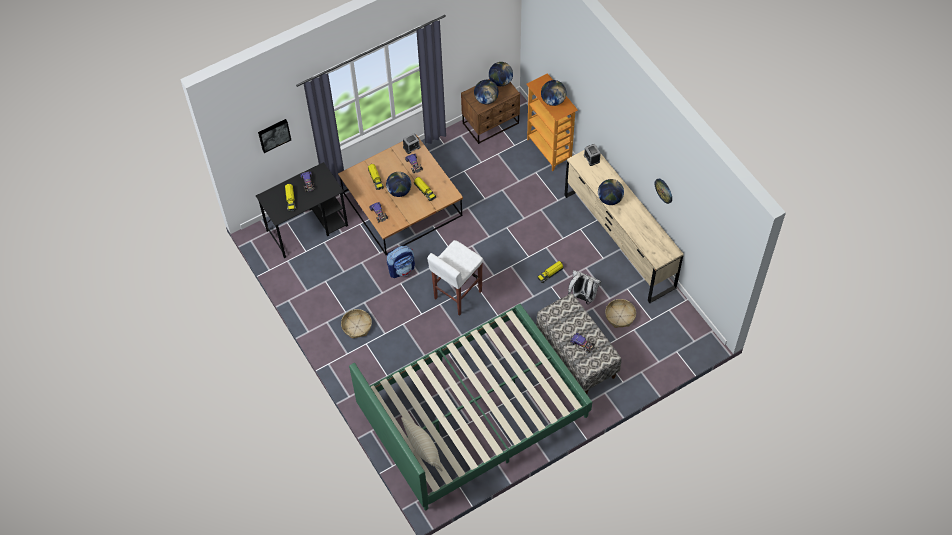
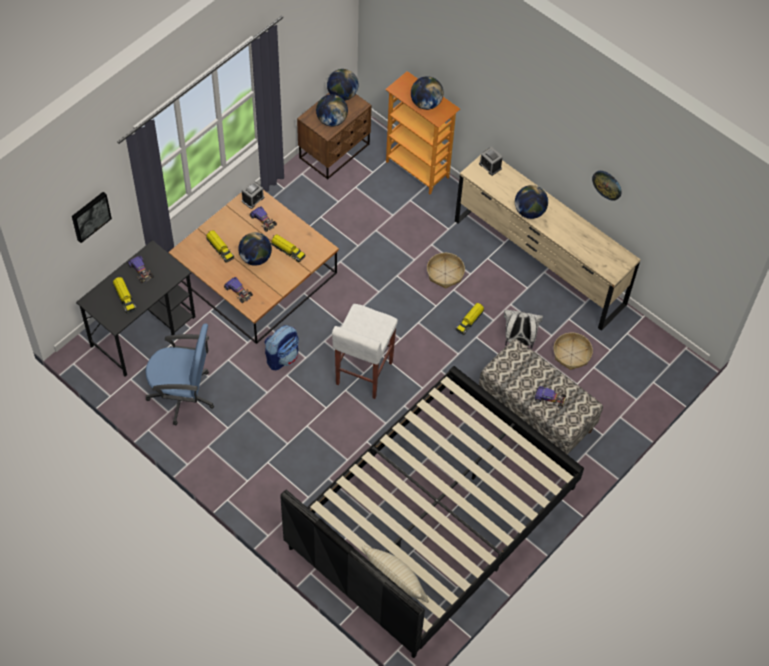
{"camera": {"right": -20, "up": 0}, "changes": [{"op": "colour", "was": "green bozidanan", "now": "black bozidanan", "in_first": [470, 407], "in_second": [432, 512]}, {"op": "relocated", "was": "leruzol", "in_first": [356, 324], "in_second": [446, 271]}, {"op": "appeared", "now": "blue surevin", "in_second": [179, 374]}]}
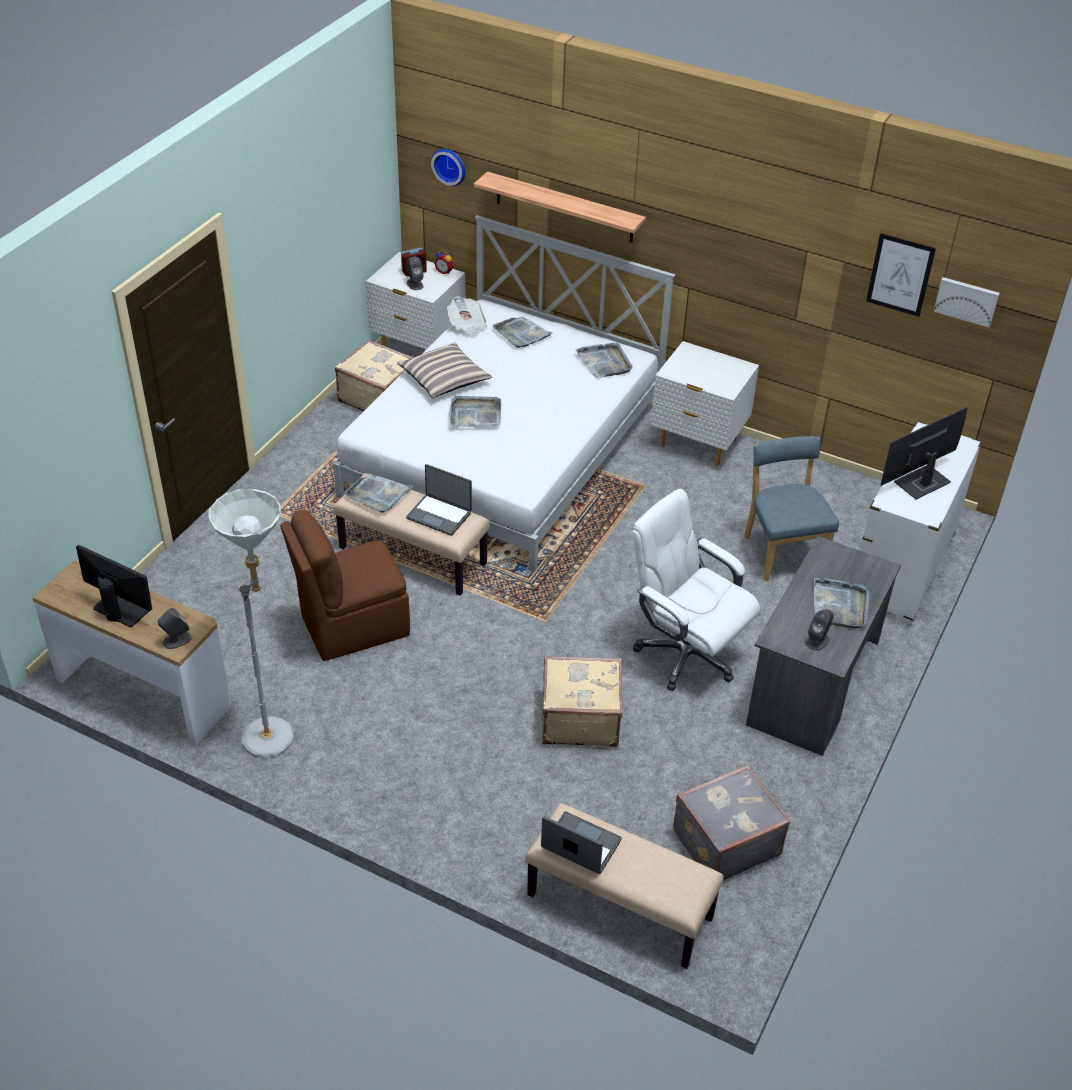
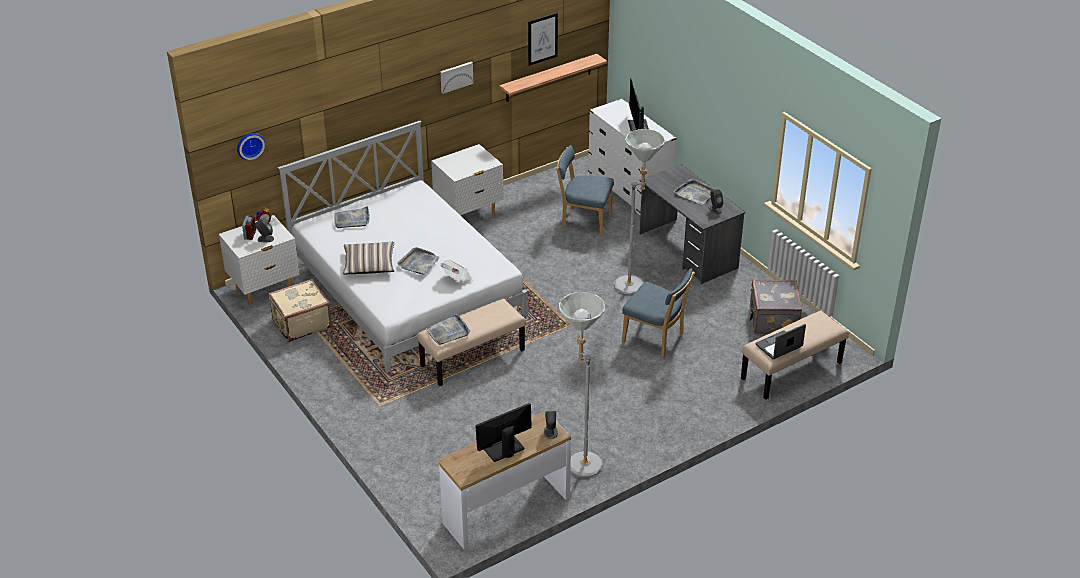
{"camera": {"right": -60, "up": -5}, "changes": [{"op": "relocated", "was": "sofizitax", "in_first": [560, 207], "in_second": [553, 78]}, {"op": "relocated", "was": "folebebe", "in_first": [966, 302], "in_second": [456, 78]}, {"op": "relocated", "was": "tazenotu", "in_first": [467, 317], "in_second": [456, 271]}, {"op": "missing", "was": "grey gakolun", "in_first": [604, 360]}, {"op": "missing", "was": "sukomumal", "in_first": [439, 500]}, {"op": "exchanged", "was": "white surevin", "now": "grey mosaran", "in_first": [696, 590], "in_second": [639, 212]}, {"op": "missing", "was": "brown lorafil", "in_first": [345, 585]}, {"op": "exchanged", "was": "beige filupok", "now": "blue lorafil", "in_first": [582, 701], "in_second": [658, 312]}]}
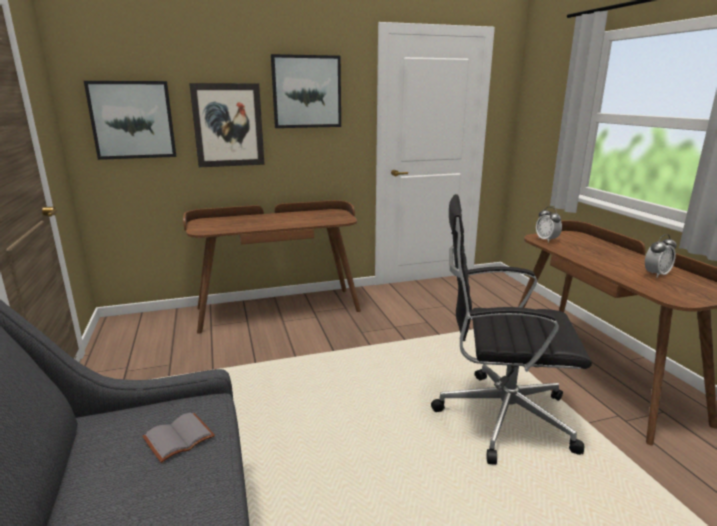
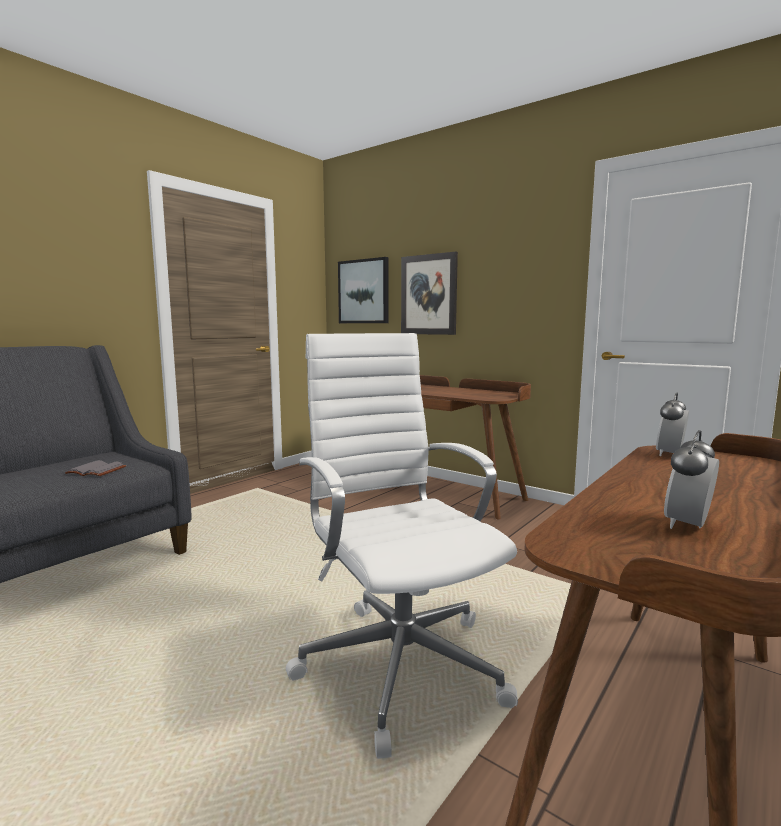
{"camera": {"right": 55, "up": -10}, "changes": [{"op": "missing", "was": "folebebe", "in_first": [306, 91]}, {"op": "colour", "was": "black surevin", "now": "white surevin", "in_first": [511, 329], "in_second": [402, 546]}, {"op": "spun", "was": "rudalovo", "in_first": [661, 256], "in_second": [691, 479], "clockwise": 105}]}
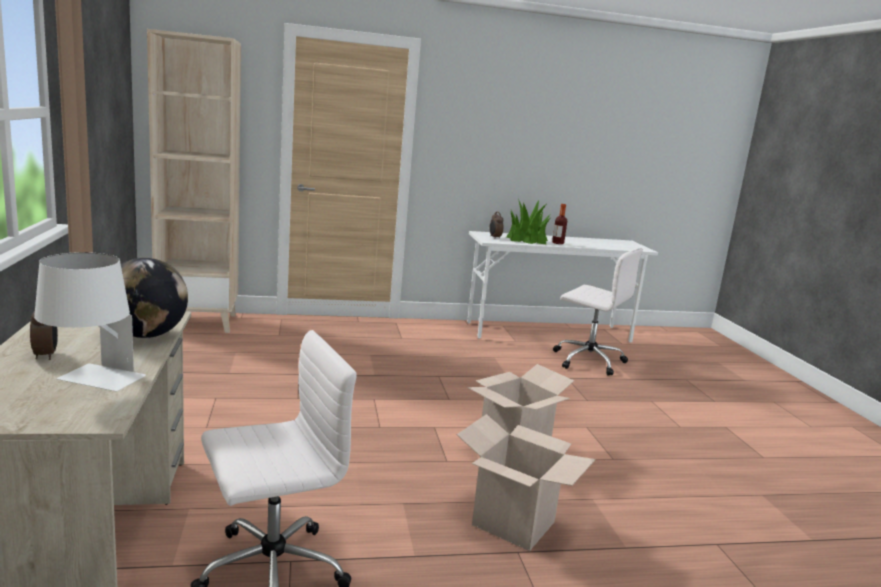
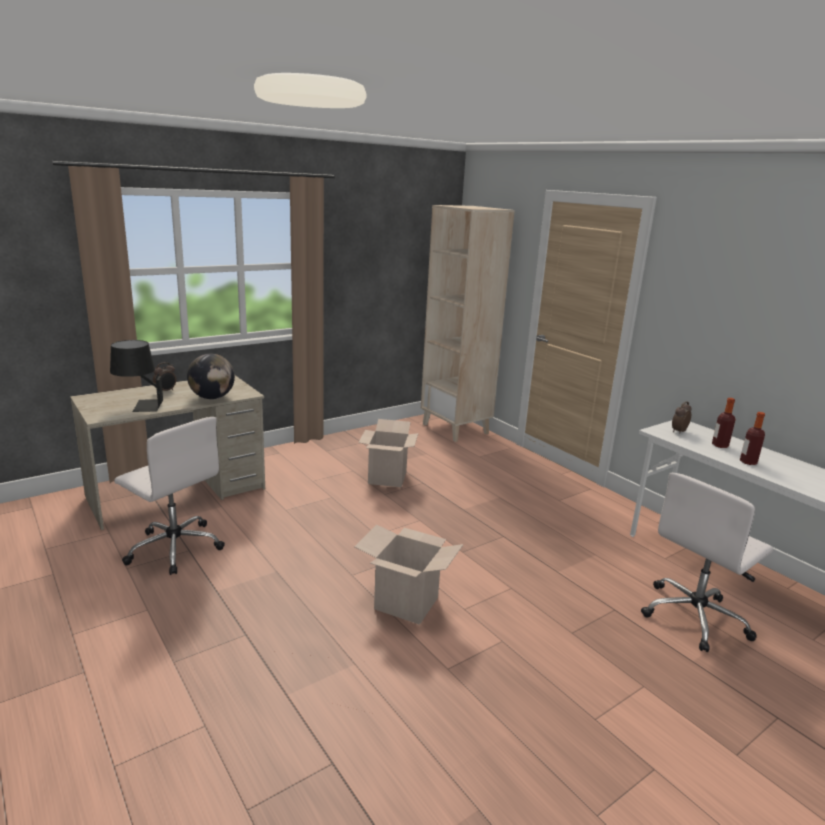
{"camera": {"right": 65, "up": 5}, "changes": [{"op": "exchanged", "was": "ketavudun", "now": "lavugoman", "in_first": [528, 221], "in_second": [723, 423]}, {"op": "spun", "was": "white surevin", "in_first": [598, 312], "in_second": [707, 562], "clockwise": 45}, {"op": "colour", "was": "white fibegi", "now": "black fibegi", "in_first": [90, 321], "in_second": [136, 376]}, {"op": "relocated", "was": "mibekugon", "in_first": [526, 482], "in_second": [388, 453]}]}
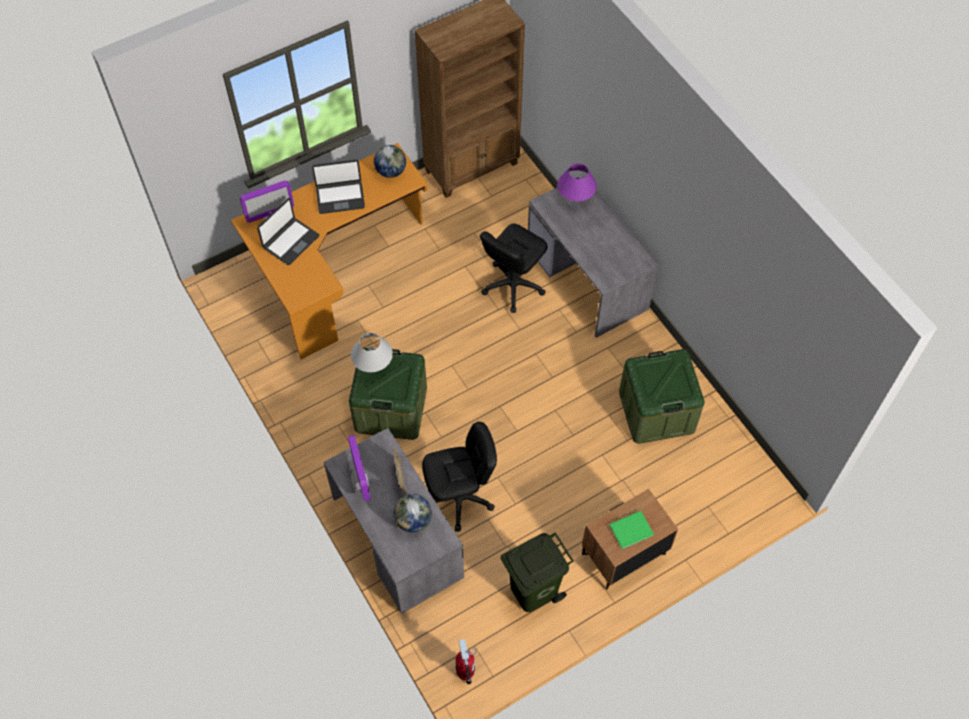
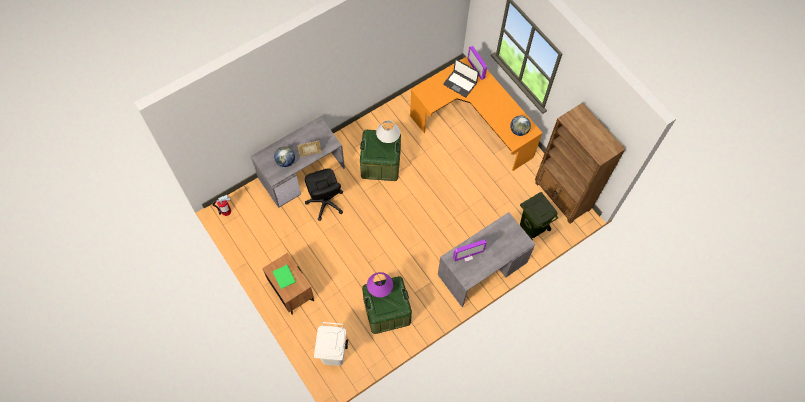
{"camera": {"right": 85, "up": 5}, "changes": [{"op": "missing", "was": "sukomumal", "in_first": [338, 187]}, {"op": "relocated", "was": "purple fibegi", "in_first": [577, 182], "in_second": [380, 284]}, {"op": "missing", "was": "black surevin", "in_first": [514, 268]}, {"op": "relocated", "was": "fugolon", "in_first": [359, 468], "in_second": [470, 250]}, {"op": "relocated", "was": "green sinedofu", "in_first": [537, 572], "in_second": [539, 216]}, {"op": "appeared", "now": "white sinedofu", "in_second": [331, 344]}]}
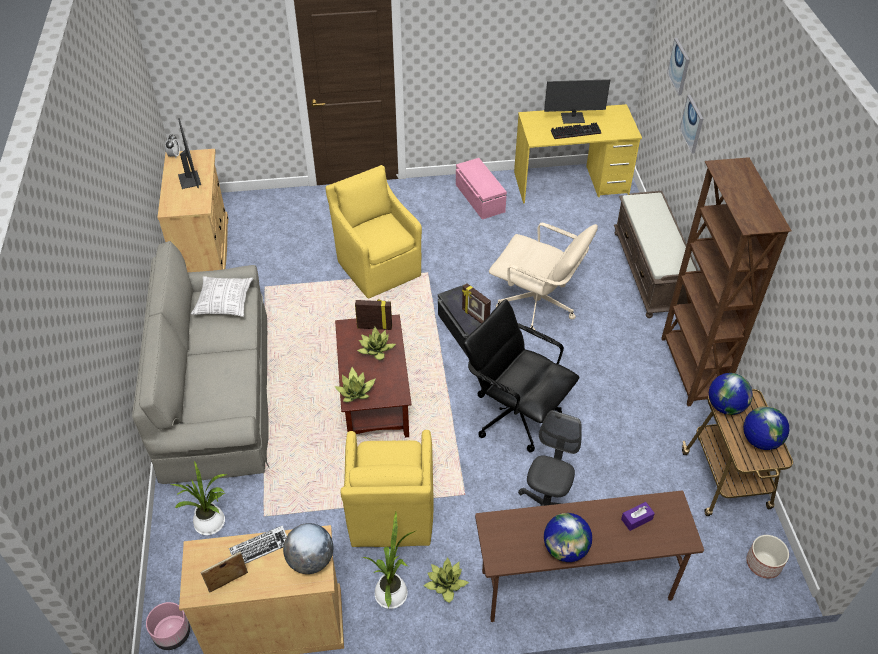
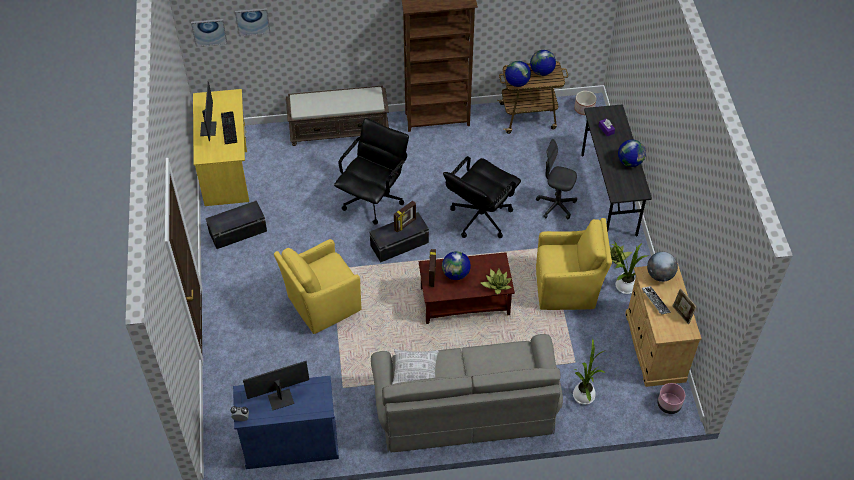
{"camera": {"right": -90, "up": 5}, "changes": [{"op": "relocated", "was": "folebebe", "in_first": [691, 124], "in_second": [209, 33]}, {"op": "colour", "was": "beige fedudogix", "now": "blue fedudogix", "in_first": [192, 210], "in_second": [286, 422]}, {"op": "colour", "was": "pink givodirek", "now": "black givodirek", "in_first": [481, 188], "in_second": [236, 225]}, {"op": "colour", "was": "beige surevin", "now": "black surevin", "in_first": [543, 276], "in_second": [371, 171]}, {"op": "exchanged", "was": "ketavudun", "now": "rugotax", "in_first": [376, 343], "in_second": [456, 265]}, {"op": "colour", "was": "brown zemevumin", "now": "grey zemevumin", "in_first": [589, 556], "in_second": [616, 170]}]}
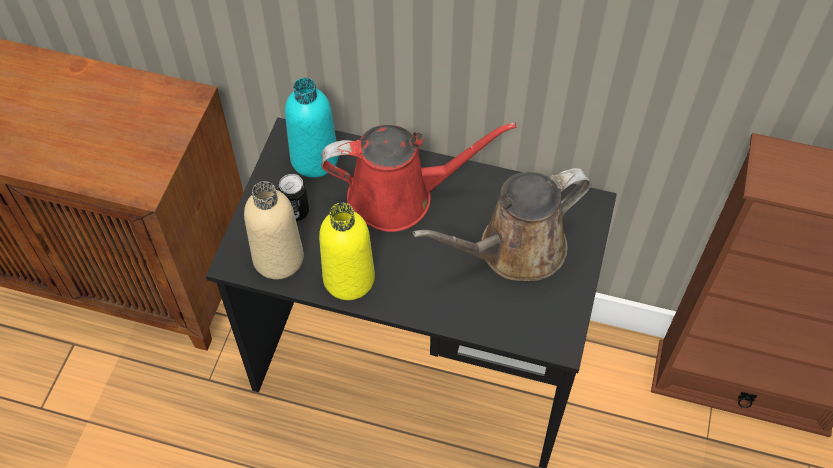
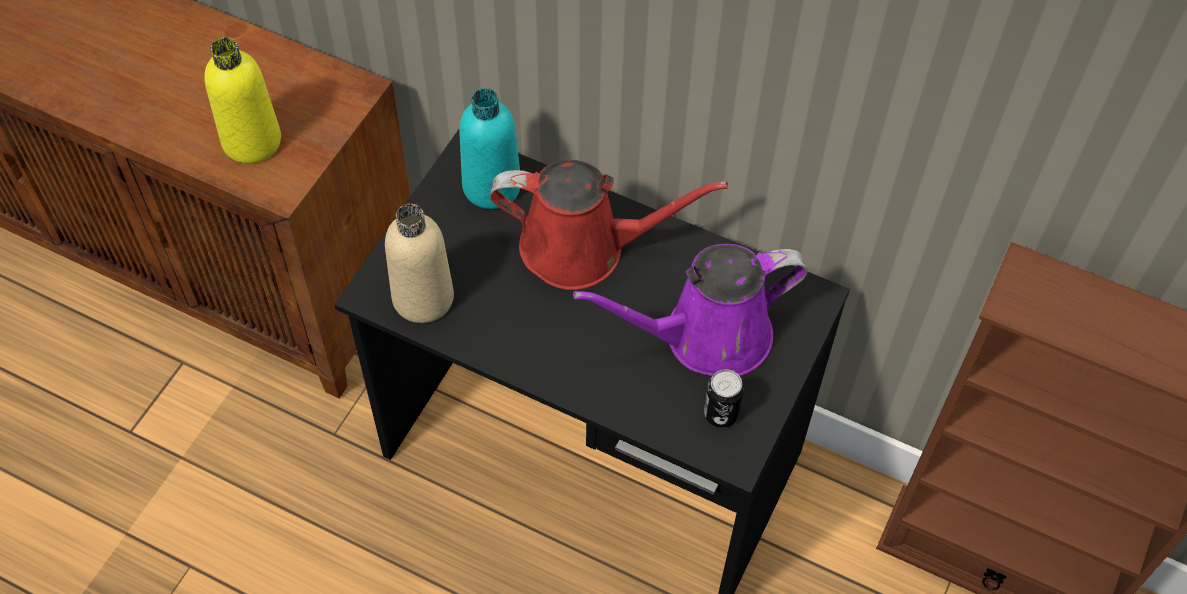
{"camera": {"right": 10, "up": 0}, "changes": [{"op": "colour", "was": "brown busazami", "now": "purple busazami", "in_first": [502, 224], "in_second": [690, 310]}, {"op": "relocated", "was": "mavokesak", "in_first": [293, 197], "in_second": [724, 398]}, {"op": "relocated", "was": "yellow lavugoman", "in_first": [347, 251], "in_second": [242, 100]}]}
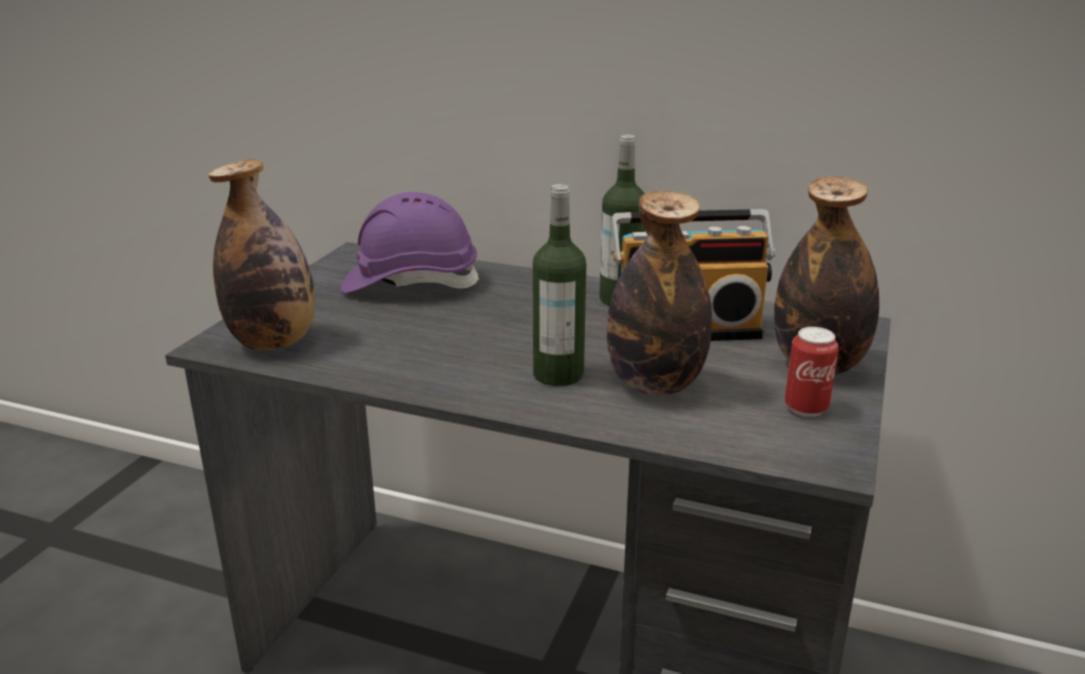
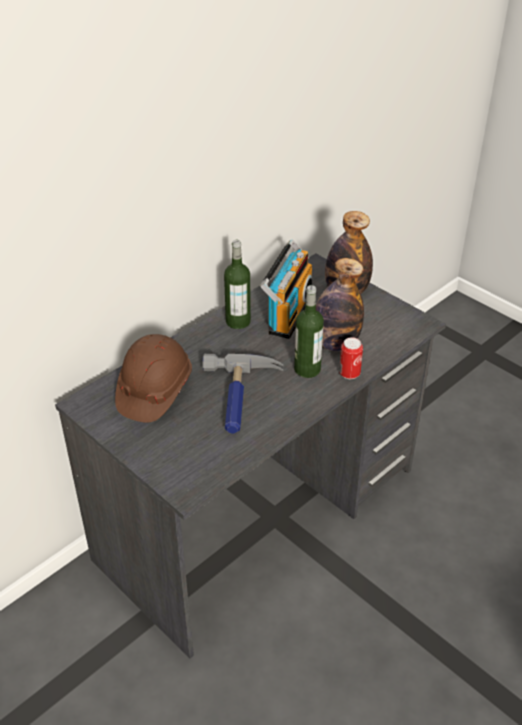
{"camera": {"right": -65, "up": 15}, "changes": [{"op": "missing", "was": "lavugoman", "in_first": [261, 254]}, {"op": "colour", "was": "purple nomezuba", "now": "brown nomezuba", "in_first": [410, 242], "in_second": [153, 378]}, {"op": "relocated", "was": "mavokesak", "in_first": [812, 372], "in_second": [351, 358]}, {"op": "appeared", "now": "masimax", "in_second": [242, 394]}]}
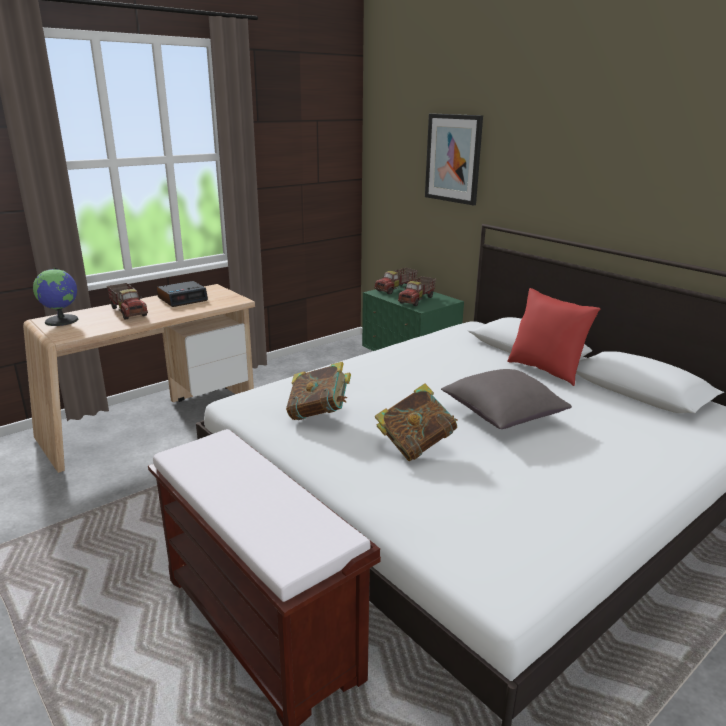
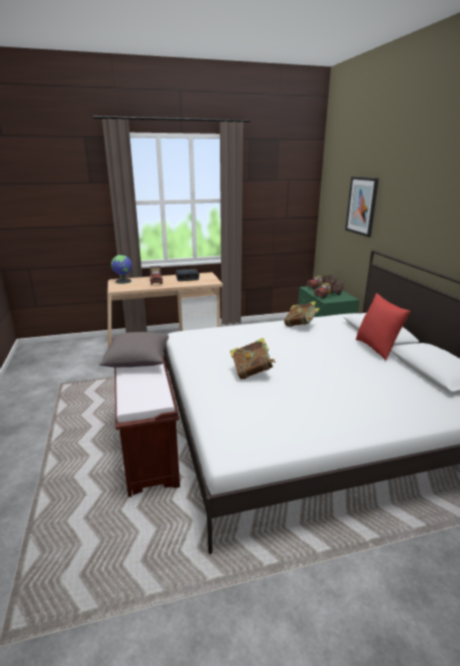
{"camera": {"right": 25, "up": 0}, "changes": [{"op": "relocated", "was": "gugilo", "in_first": [318, 391], "in_second": [302, 314]}, {"op": "relocated", "was": "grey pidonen", "in_first": [506, 399], "in_second": [134, 350]}]}
